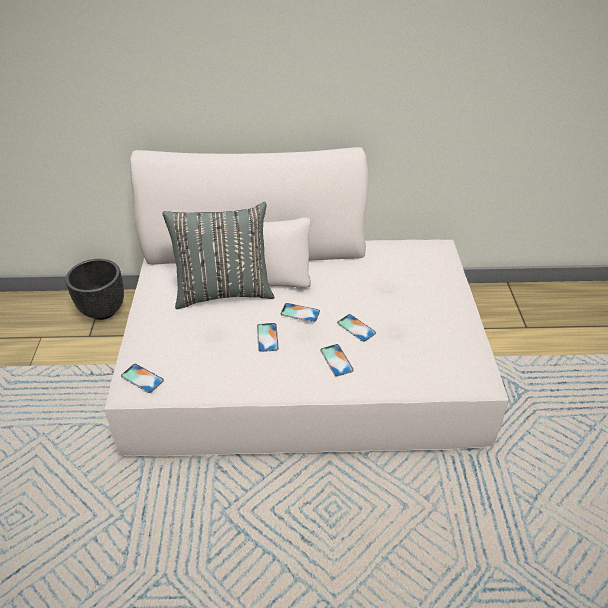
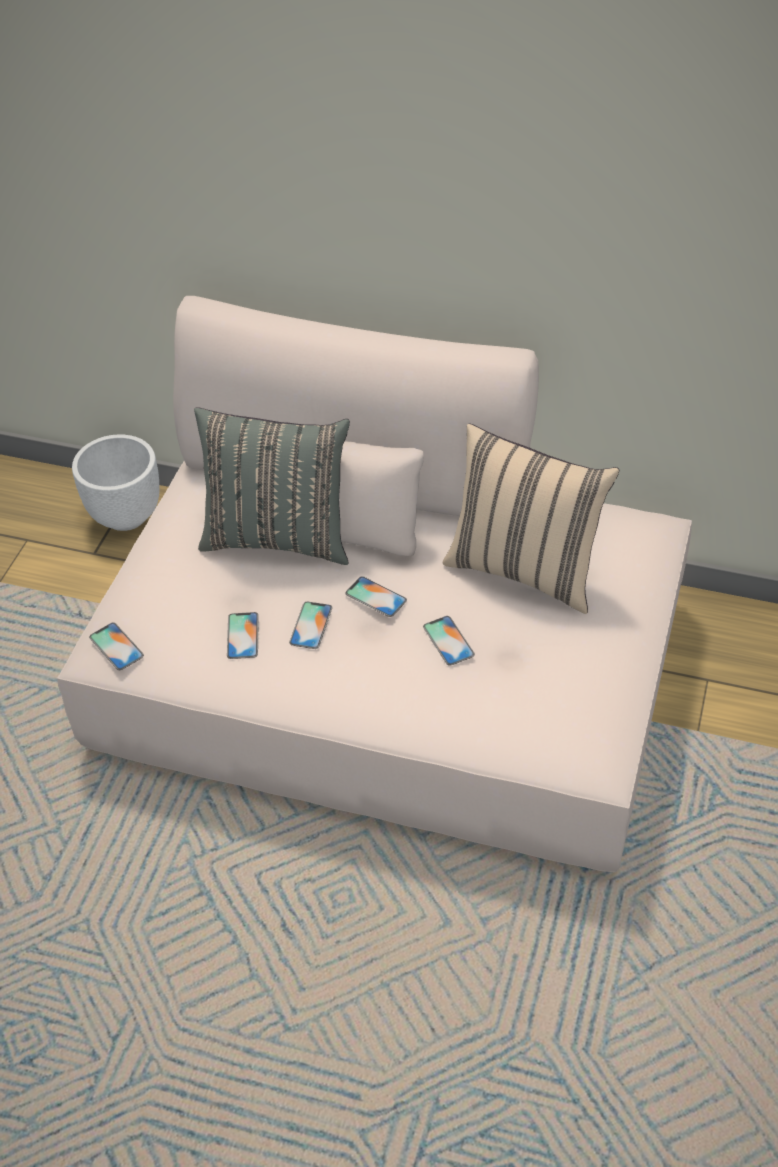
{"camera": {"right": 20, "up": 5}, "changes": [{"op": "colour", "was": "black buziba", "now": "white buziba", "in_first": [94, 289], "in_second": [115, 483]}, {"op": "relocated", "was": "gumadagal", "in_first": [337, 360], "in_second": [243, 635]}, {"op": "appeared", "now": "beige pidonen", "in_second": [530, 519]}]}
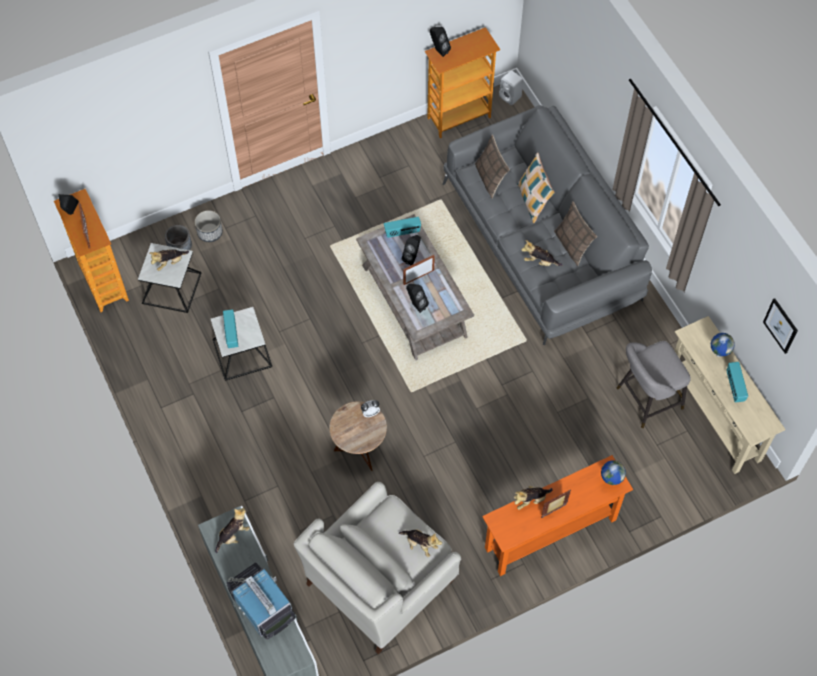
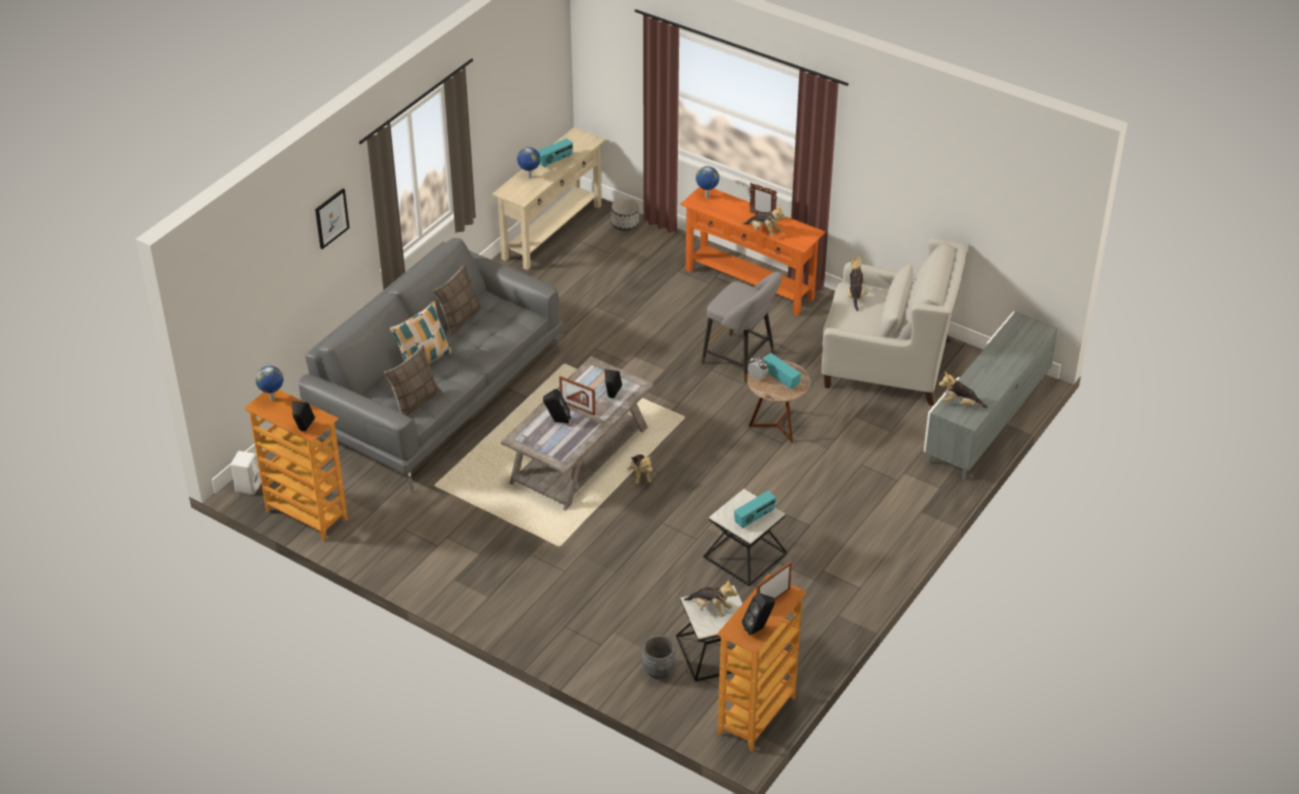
{"camera": {"right": -120, "up": -20}, "changes": [{"op": "relocated", "was": "buziba", "in_first": [209, 226], "in_second": [625, 214]}, {"op": "relocated", "was": "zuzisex", "in_first": [402, 227], "in_second": [782, 371]}, {"op": "relocated", "was": "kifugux", "in_first": [541, 253], "in_second": [640, 469]}, {"op": "relocated", "was": "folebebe", "in_first": [780, 326], "in_second": [332, 218]}, {"op": "relocated", "was": "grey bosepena", "in_first": [654, 384], "in_second": [741, 327]}, {"op": "missing", "was": "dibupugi", "in_first": [260, 601]}, {"op": "appeared", "now": "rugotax", "in_second": [269, 383]}]}
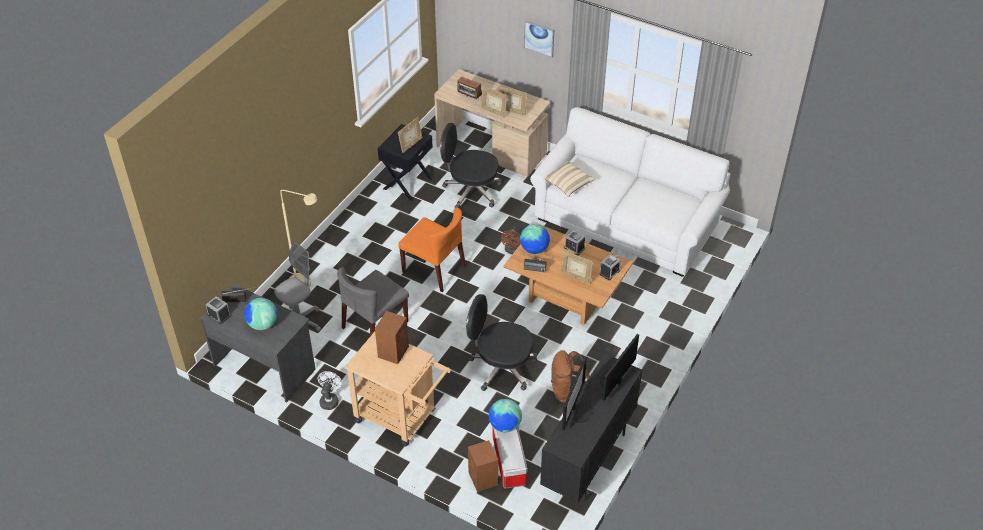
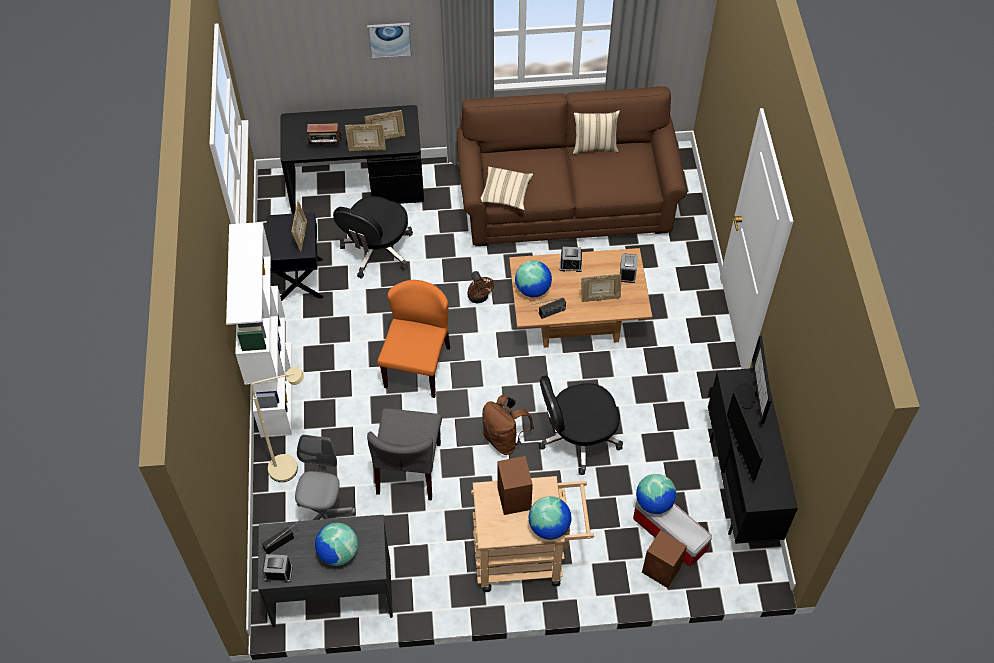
{"camera": {"right": -35, "up": 10}, "changes": [{"op": "colour", "was": "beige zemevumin", "now": "black zemevumin", "in_first": [492, 123], "in_second": [352, 159]}, {"op": "colour", "was": "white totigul", "now": "brown totigul", "in_first": [630, 192], "in_second": [572, 166]}, {"op": "spun", "was": "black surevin", "in_first": [471, 165], "in_second": [373, 237], "clockwise": -45}, {"op": "spun", "was": "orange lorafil", "in_first": [432, 250], "in_second": [413, 339], "clockwise": -75}, {"op": "relocated", "was": "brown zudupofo", "in_first": [570, 376], "in_second": [508, 425]}, {"op": "missing", "was": "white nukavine", "in_first": [330, 390]}, {"op": "appeared", "now": "beige pidonen", "in_second": [596, 132]}, {"op": "appeared", "now": "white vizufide", "in_second": [259, 330]}, {"op": "appeared", "now": "rugotax", "in_second": [550, 518]}]}
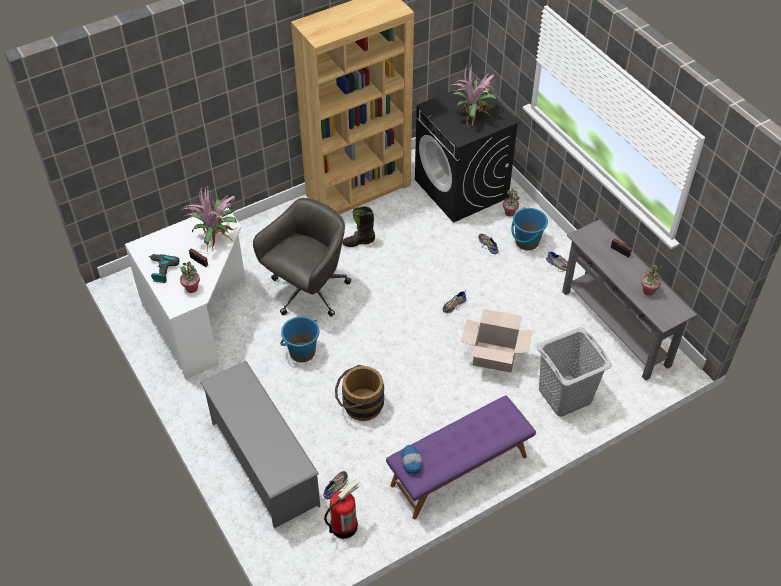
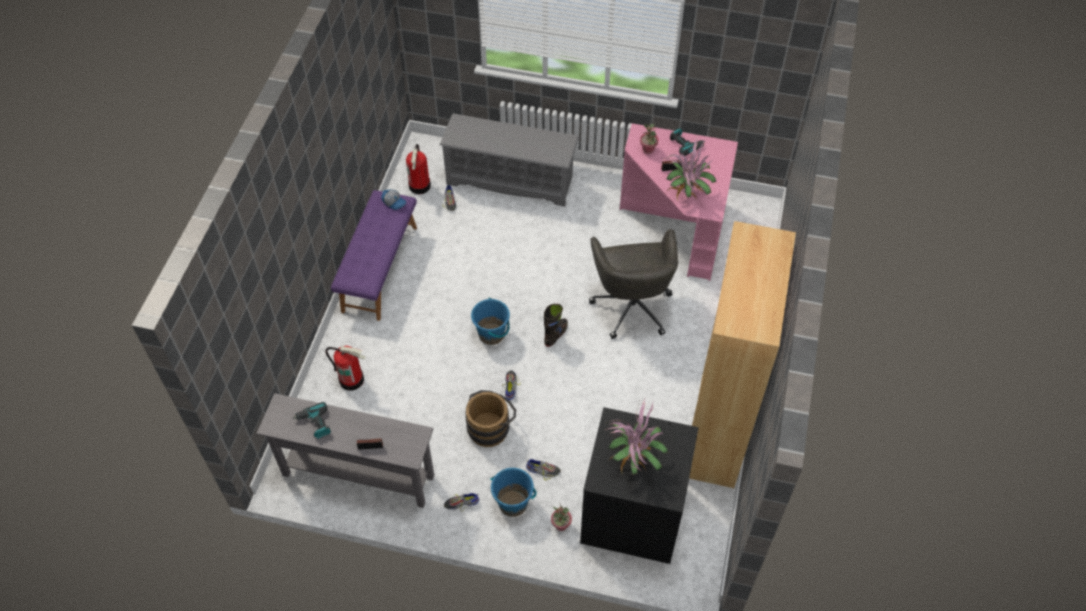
{"camera": {"right": 135, "up": 5}, "changes": [{"op": "relocated", "was": "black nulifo", "in_first": [358, 226], "in_second": [556, 325]}, {"op": "colour", "was": "white zemevumin", "now": "pink zemevumin", "in_first": [185, 293], "in_second": [679, 202]}, {"op": "exchanged", "was": "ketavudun", "now": "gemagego", "in_first": [651, 280], "in_second": [312, 420]}, {"op": "missing", "was": "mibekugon", "in_first": [497, 341]}, {"op": "relocated", "was": "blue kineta", "in_first": [299, 339], "in_second": [490, 321]}, {"op": "exchanged", "was": "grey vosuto", "now": "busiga", "in_first": [574, 372], "in_second": [345, 368]}, {"op": "relocated", "was": "brown kineta", "in_first": [359, 393], "in_second": [490, 418]}]}
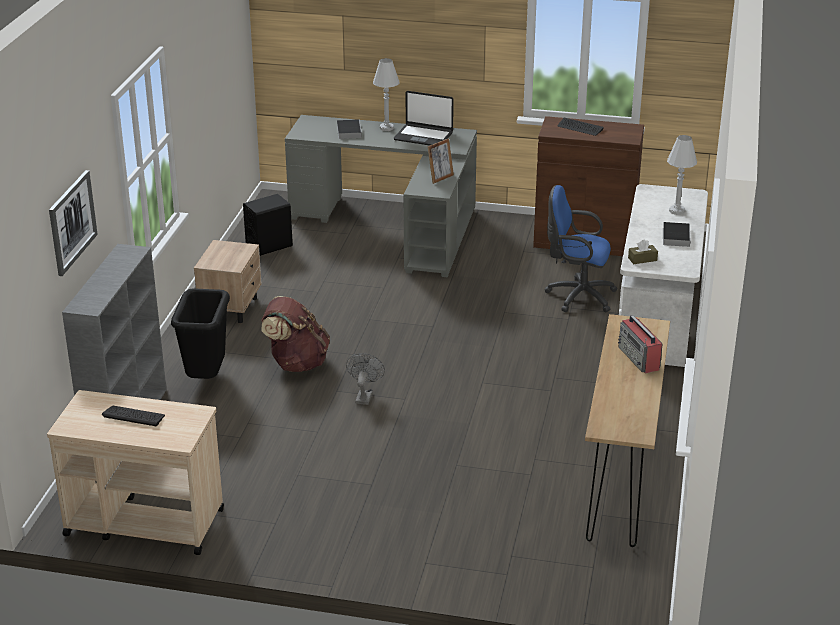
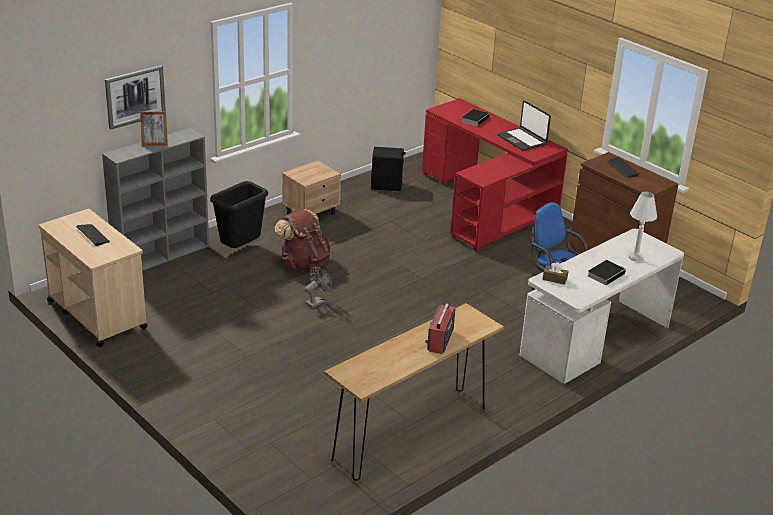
{"camera": {"right": 35, "up": 0}, "changes": [{"op": "missing", "was": "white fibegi", "in_first": [386, 94]}, {"op": "colour", "was": "grey zemevumin", "now": "red zemevumin", "in_first": [381, 196], "in_second": [495, 174]}, {"op": "relocated", "was": "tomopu", "in_first": [441, 161], "in_second": [154, 128]}]}
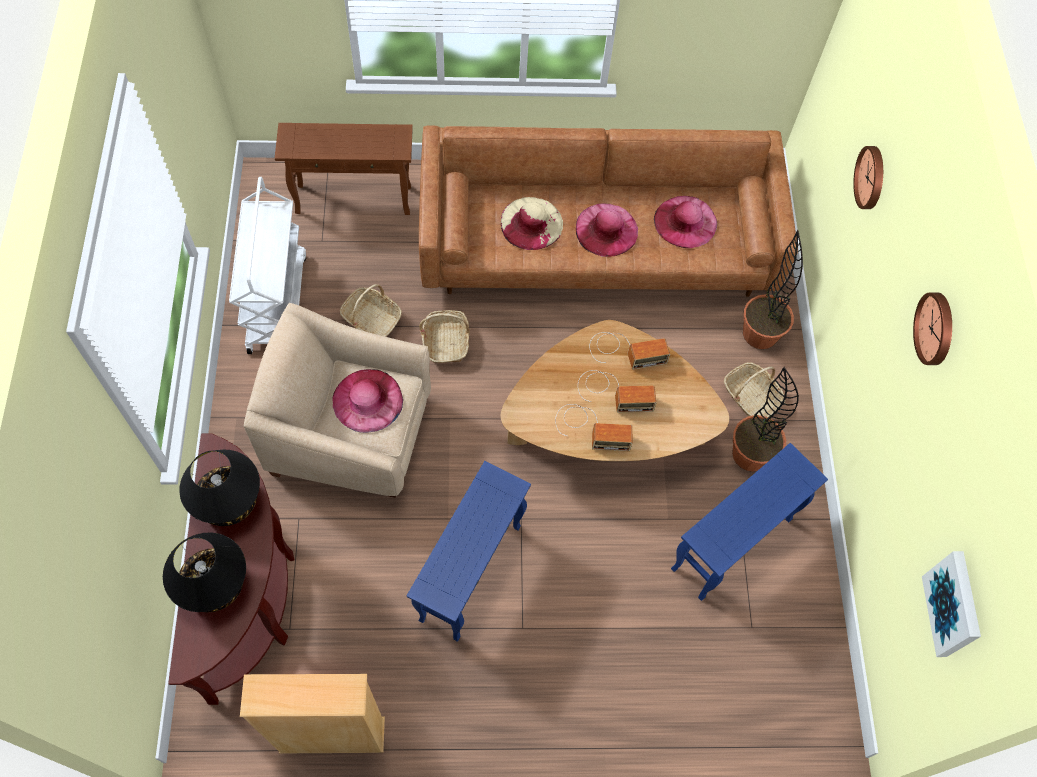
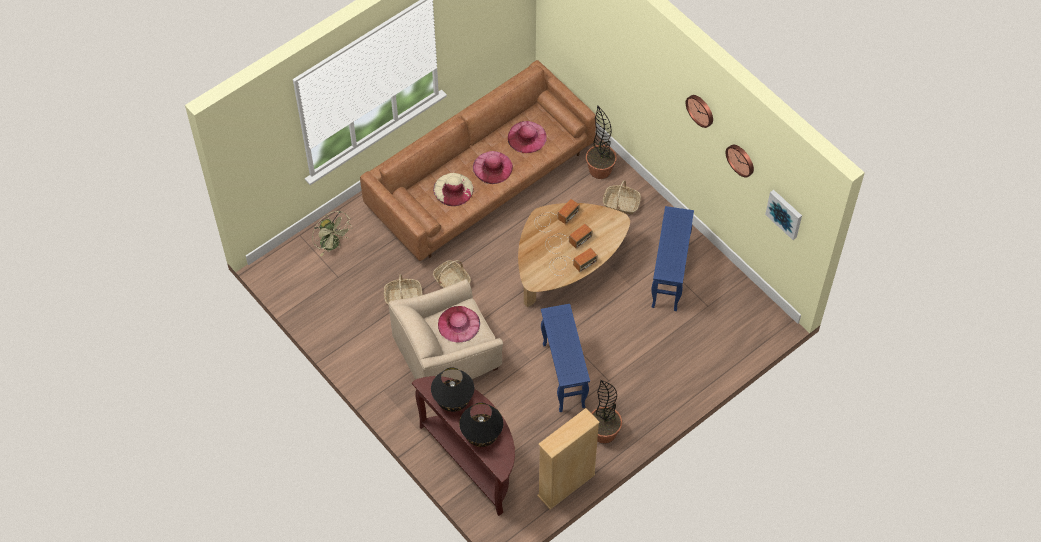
{"camera": {"right": -35, "up": -5}, "changes": [{"op": "exchanged", "was": "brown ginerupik", "now": "green nukavine", "in_first": [344, 169], "in_second": [332, 234]}, {"op": "relocated", "was": "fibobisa", "in_first": [868, 177], "in_second": [740, 161]}, {"op": "missing", "was": "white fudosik", "in_first": [267, 265]}, {"op": "relocated", "was": "ketavudun", "in_first": [765, 419], "in_second": [607, 412]}]}
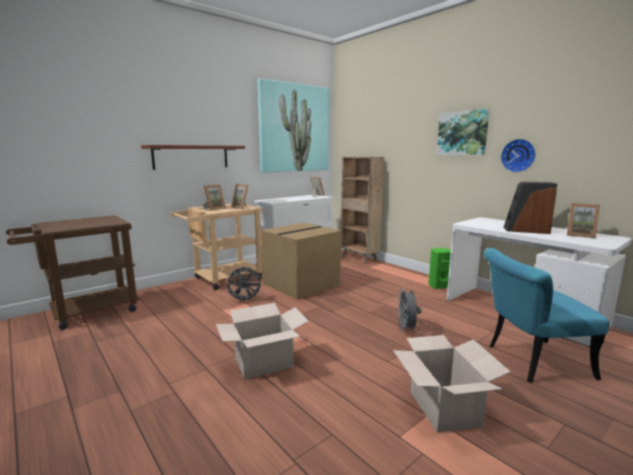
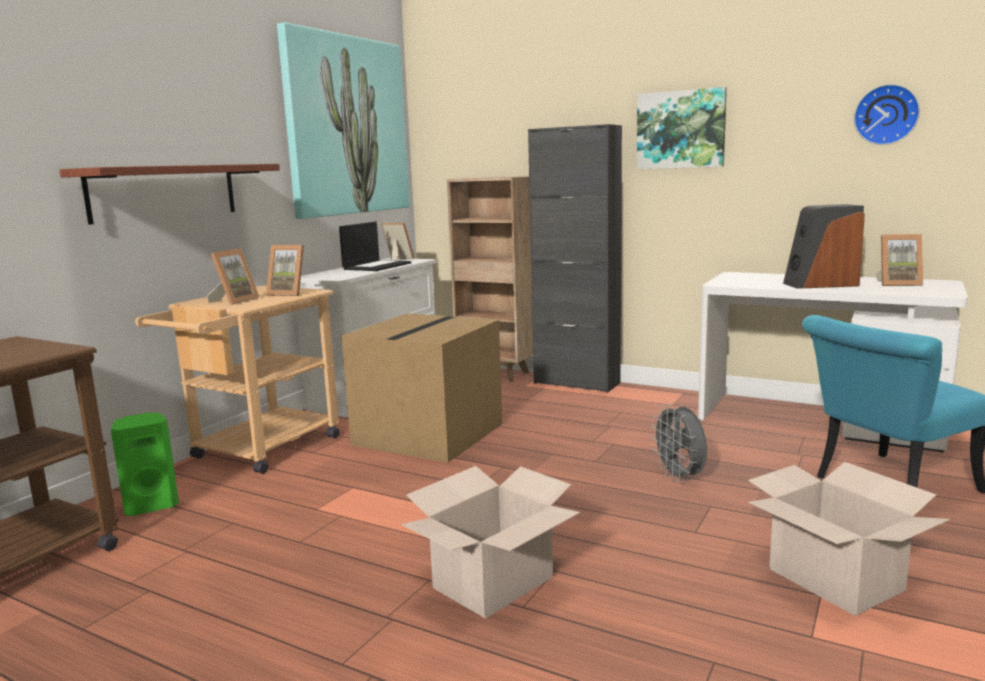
{"camera": {"right": -20, "up": 0}, "changes": [{"op": "relocated", "was": "fibobisa", "in_first": [518, 155], "in_second": [887, 114]}, {"op": "relocated", "was": "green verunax", "in_first": [440, 268], "in_second": [145, 464]}, {"op": "missing", "was": "grey nukavine", "in_first": [244, 284]}, {"op": "appeared", "now": "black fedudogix", "in_second": [575, 258]}, {"op": "appeared", "now": "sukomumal", "in_second": [375, 246]}]}
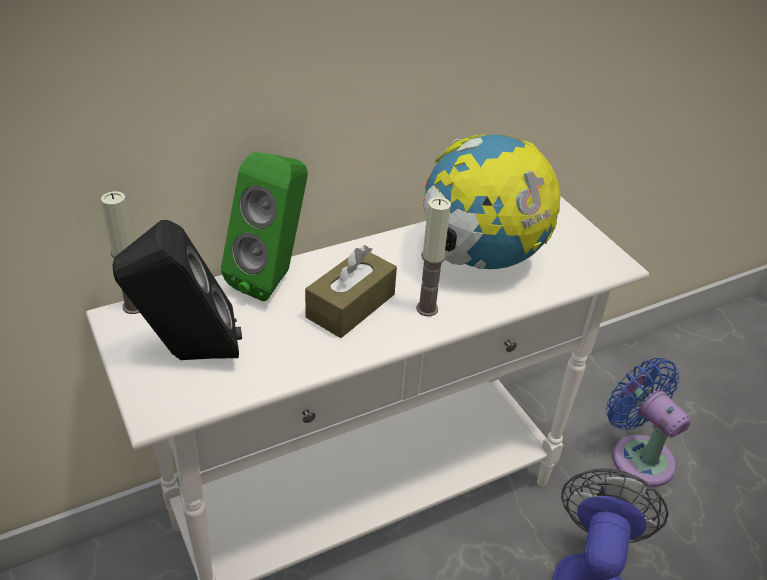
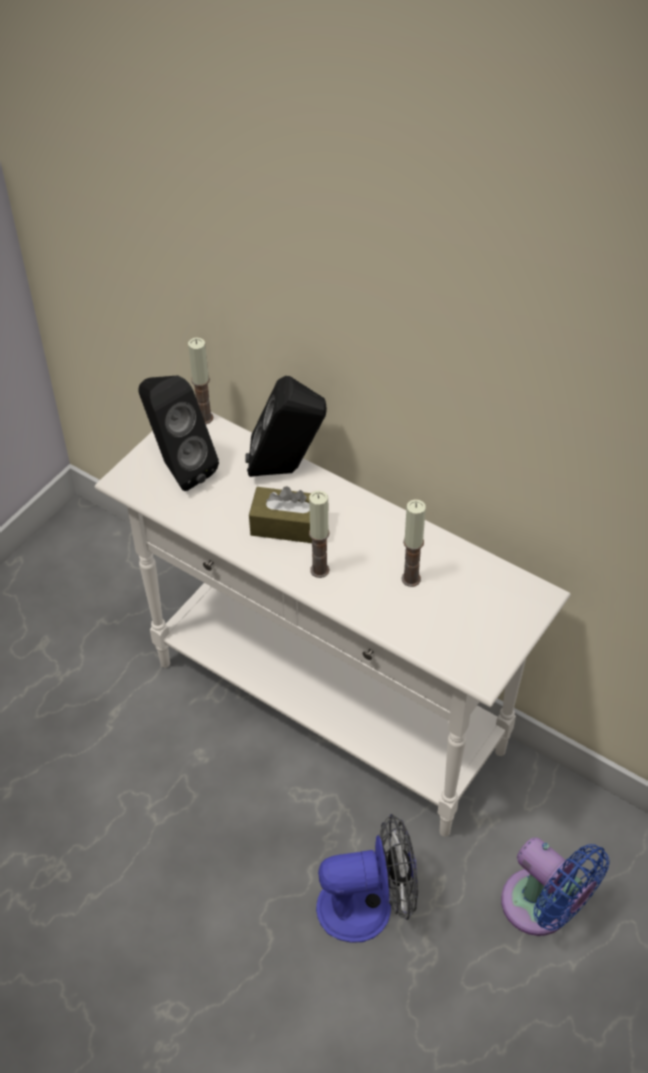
{"camera": {"right": 65, "up": 10}, "changes": [{"op": "exchanged", "was": "rugotax", "now": "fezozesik", "in_first": [492, 202], "in_second": [413, 543]}, {"op": "colour", "was": "green verunax", "now": "black verunax", "in_first": [264, 226], "in_second": [286, 426]}, {"op": "spun", "was": "blue nukavine", "in_first": [648, 422], "in_second": [555, 886], "clockwise": 105}]}
